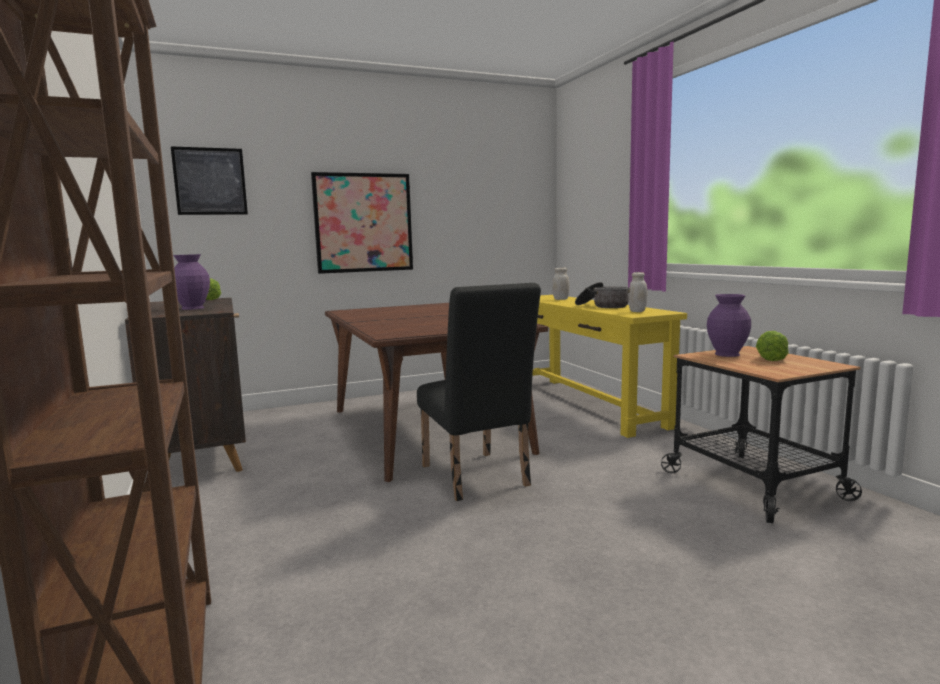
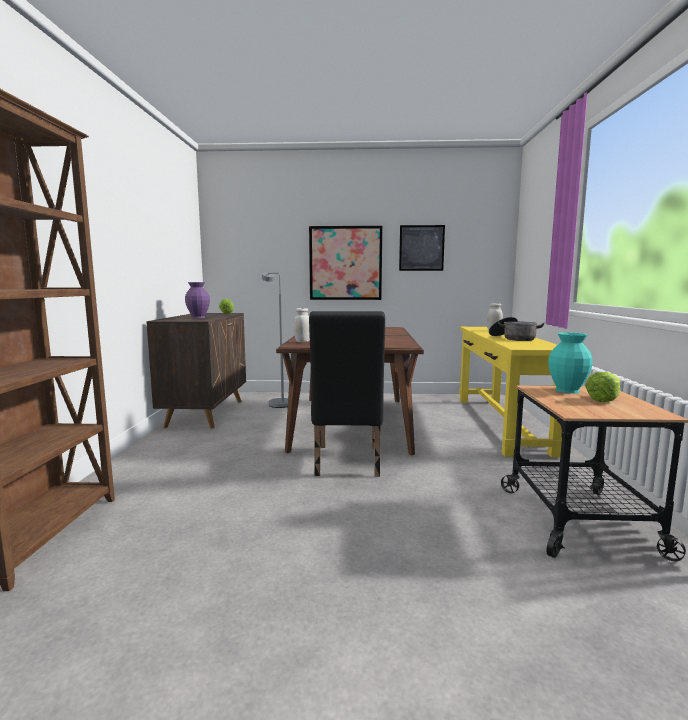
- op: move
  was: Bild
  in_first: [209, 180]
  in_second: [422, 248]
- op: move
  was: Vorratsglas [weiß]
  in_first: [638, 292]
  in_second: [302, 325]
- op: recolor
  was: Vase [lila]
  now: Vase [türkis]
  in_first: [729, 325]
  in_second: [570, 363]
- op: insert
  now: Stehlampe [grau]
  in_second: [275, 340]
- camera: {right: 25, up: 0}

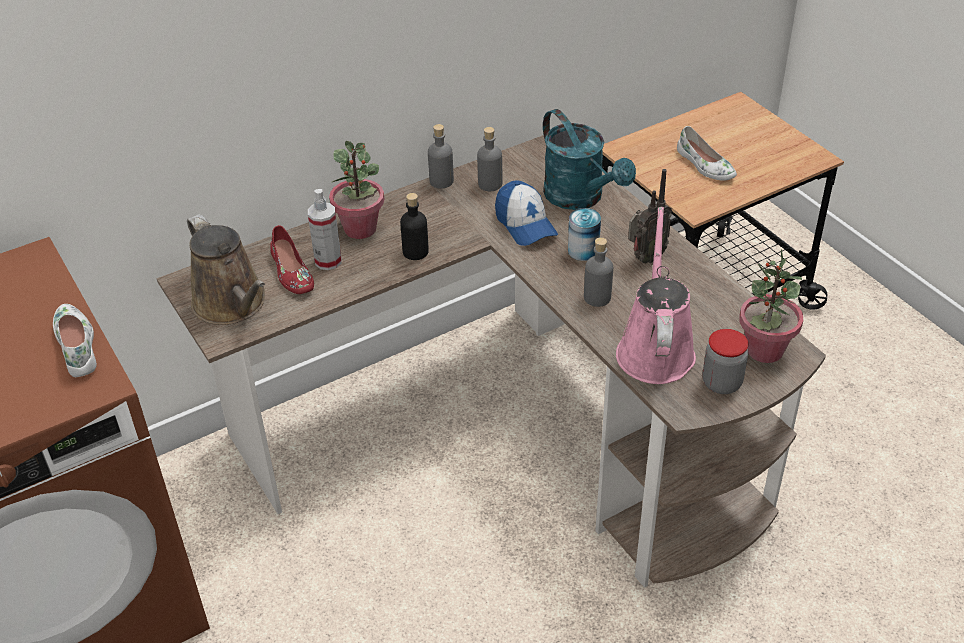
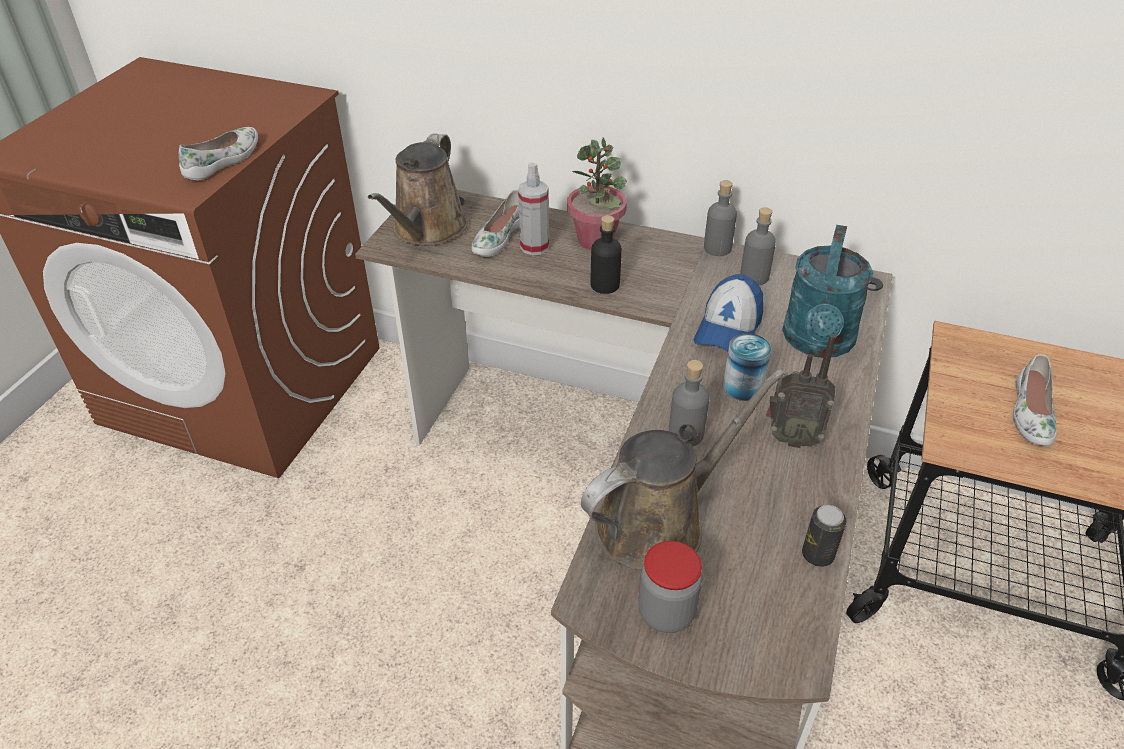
- op: recolor
  was: Schuh [rot]
  now: Schuh [weiß]
  in_first: [292, 259]
  in_second: [495, 223]
- op: recolor
  was: Gießkanne [rosa]
  now: Gießkanne [braun]
  in_first: [656, 295]
  in_second: [682, 470]
- op: delete
  was: Topfpflanze
  in_first: [771, 306]
- op: insert
  now: Dose
  in_second: [824, 536]
- camera: {right: 50, up: 0}

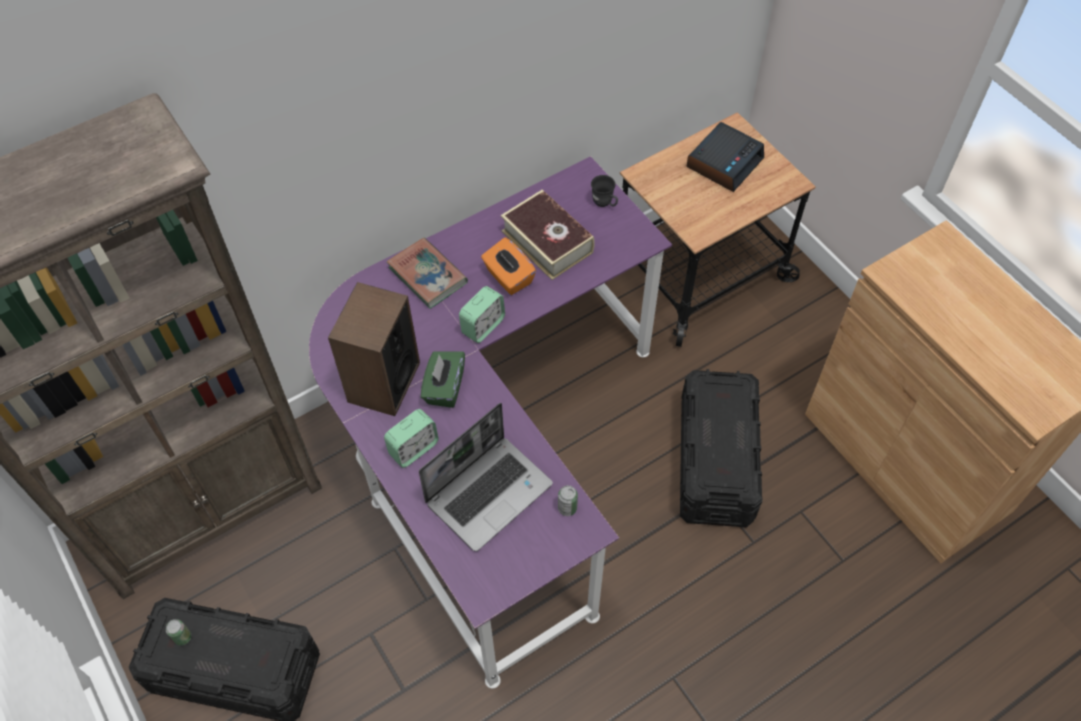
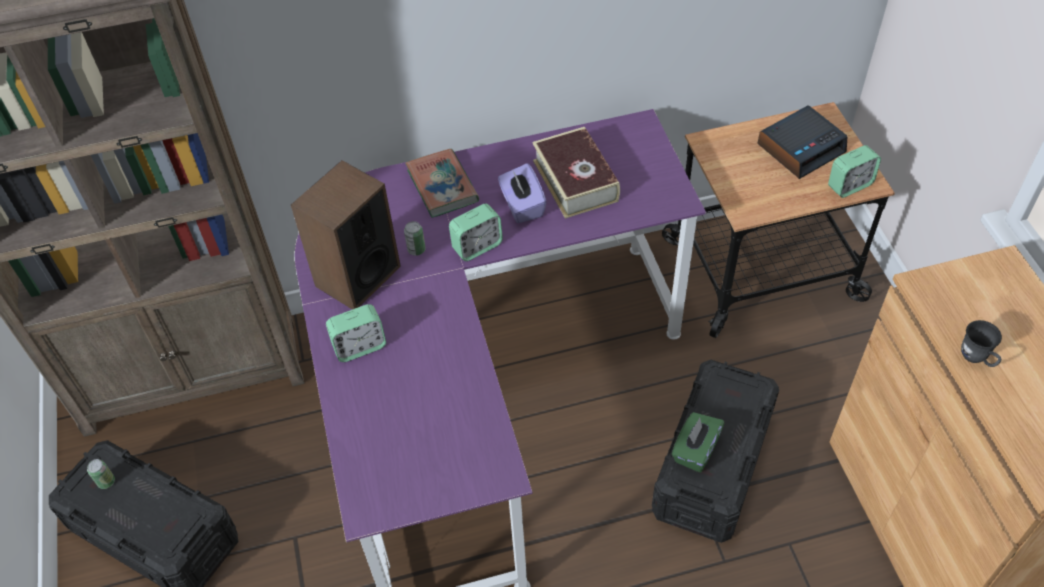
- op: delete
  was: Laptop
  in_first: [486, 477]
- op: move
  was: Taschentuchbox [grün]
  in_first: [443, 379]
  in_second: [698, 442]
- op: recolor
  was: Taschentuchbox [orange]
  now: Taschentuchbox [lila]
  in_first: [508, 266]
  in_second: [522, 193]
- op: move
  was: Dose
  in_first: [568, 500]
  in_second: [415, 238]
- op: move
  was: Henkelbecher [grau]
  in_first: [604, 191]
  in_second: [981, 343]
- op: insert
  now: Wecker
  in_second: [854, 171]
- camera: {right: 20, up: -5}

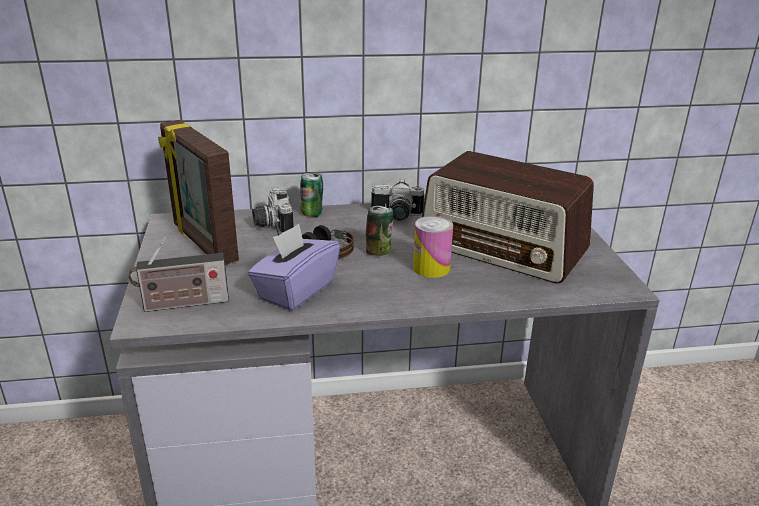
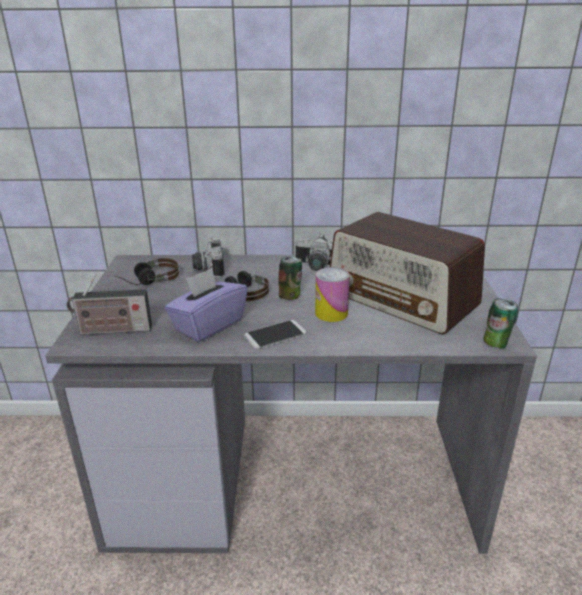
- op: replace
  was: Bilderrahmen
  now: Kopfhörer
  in_first: [198, 192]
  in_second: [146, 271]
- op: move
  was: Dose
  in_first: [311, 194]
  in_second: [500, 323]
- op: insert
  now: Handy
  in_second: [275, 334]
- camera: {right: 10, up: 0}

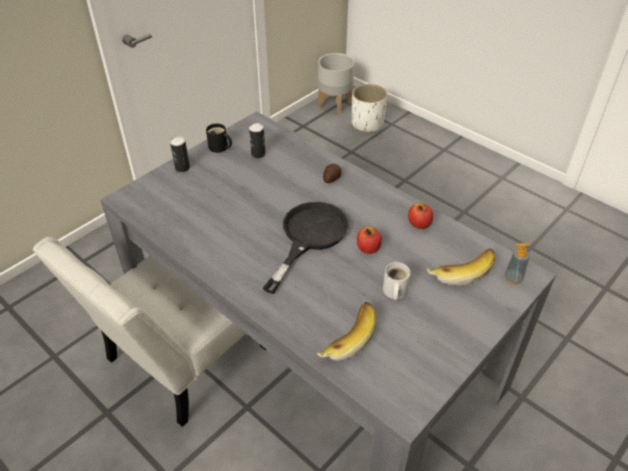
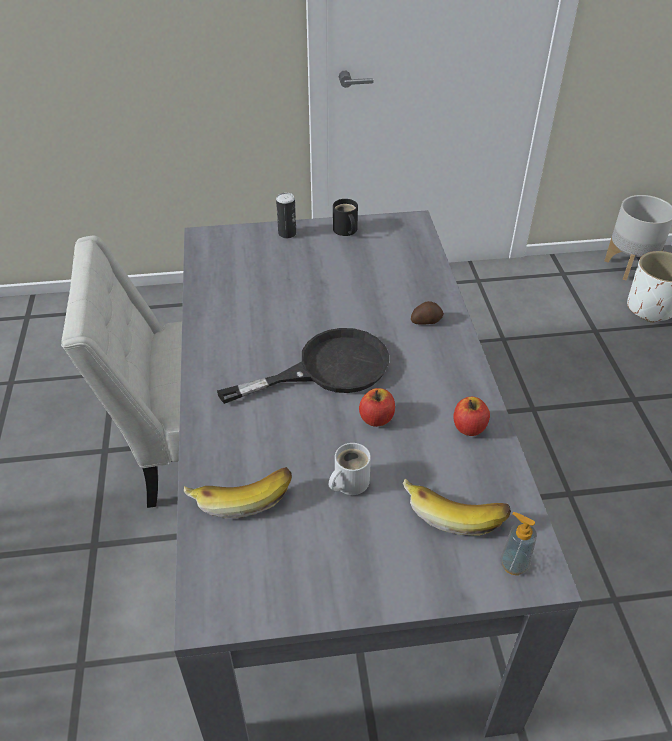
- op: delete
  was: Dose
  in_first: [257, 140]
- camera: {right: 40, up: 0}

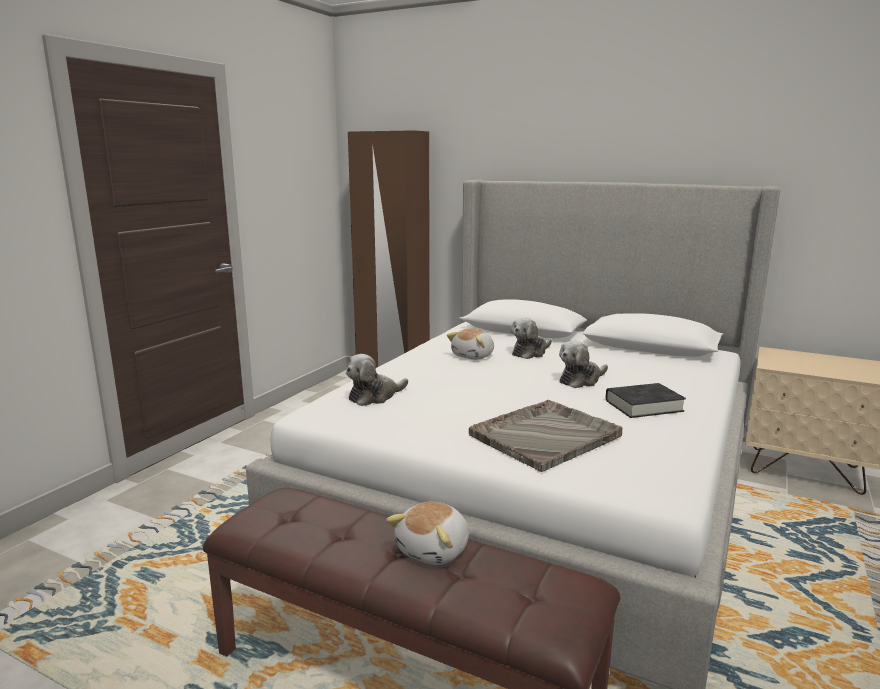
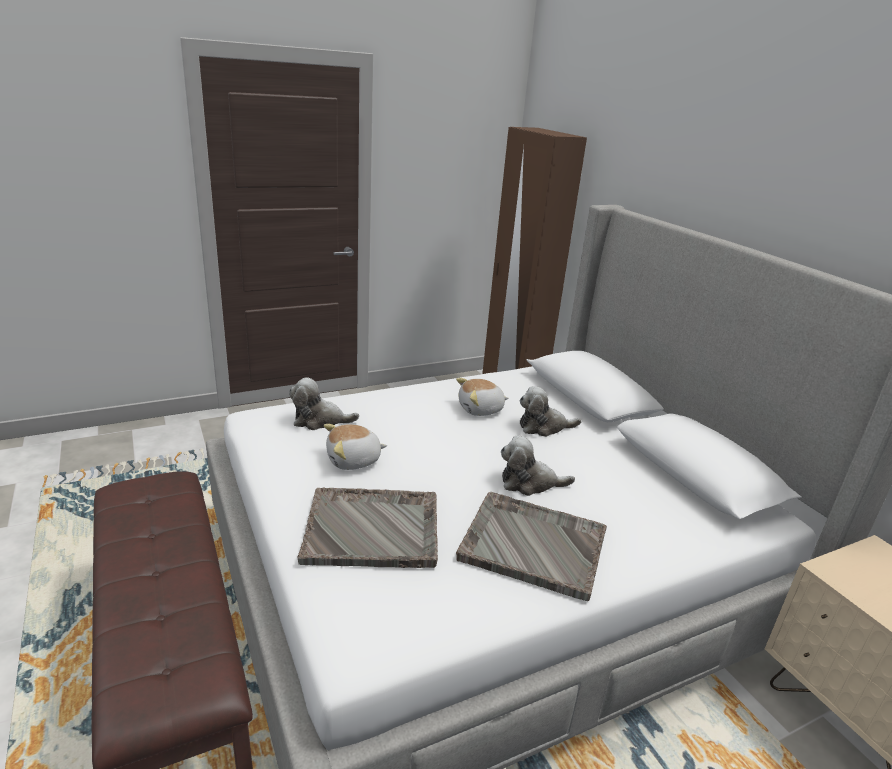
- op: move
  was: Plüschtier
  in_first: [427, 533]
  in_second: [355, 447]
- op: replace
  was: Buch [schwarz]
  now: Tablett [grau]
  in_first: [646, 400]
  in_second: [531, 546]
- camera: {right: 35, up: 10}

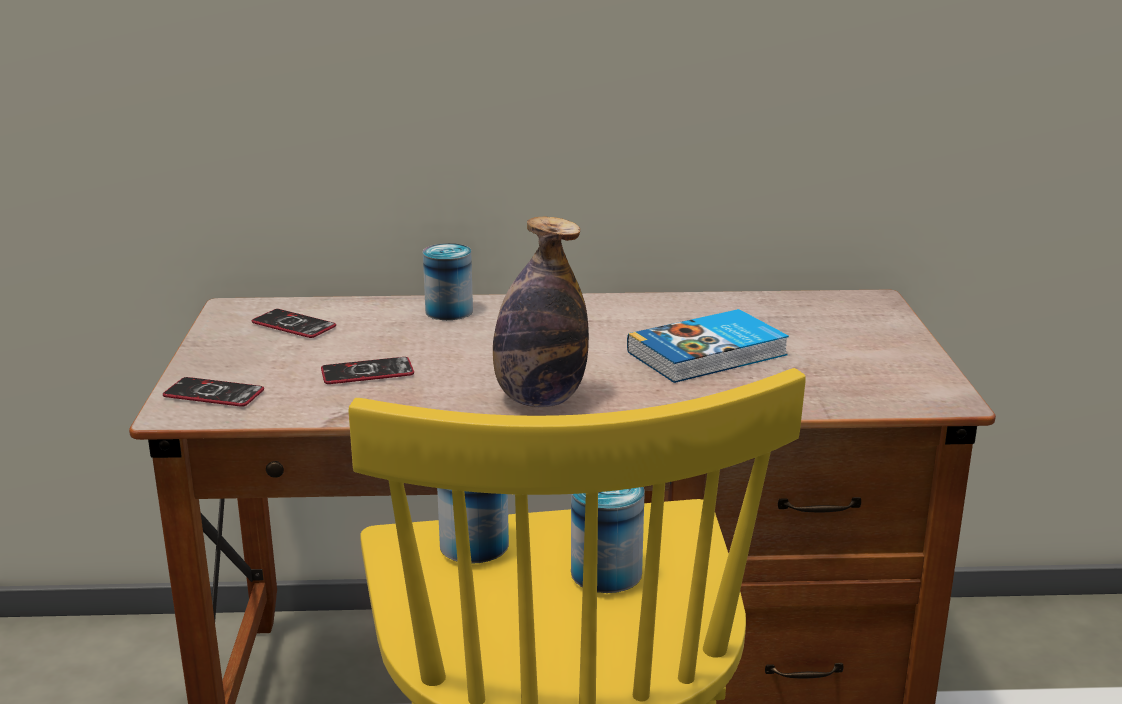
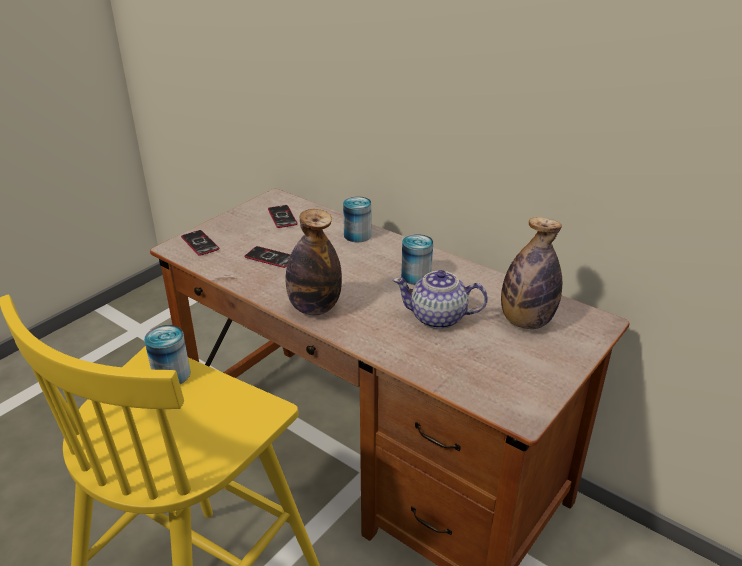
- op: move
  was: Dose
  in_first: [608, 540]
  in_second: [417, 259]
- op: replace
  was: Buch
  now: Teekanne
  in_first: [708, 346]
  in_second: [440, 299]
- op: insert
  now: Flasche
  in_second: [531, 273]
- camera: {right: 40, up: 10}

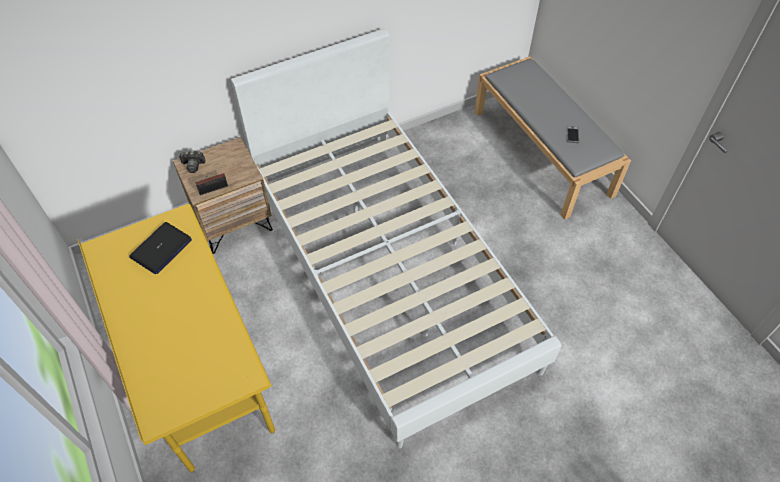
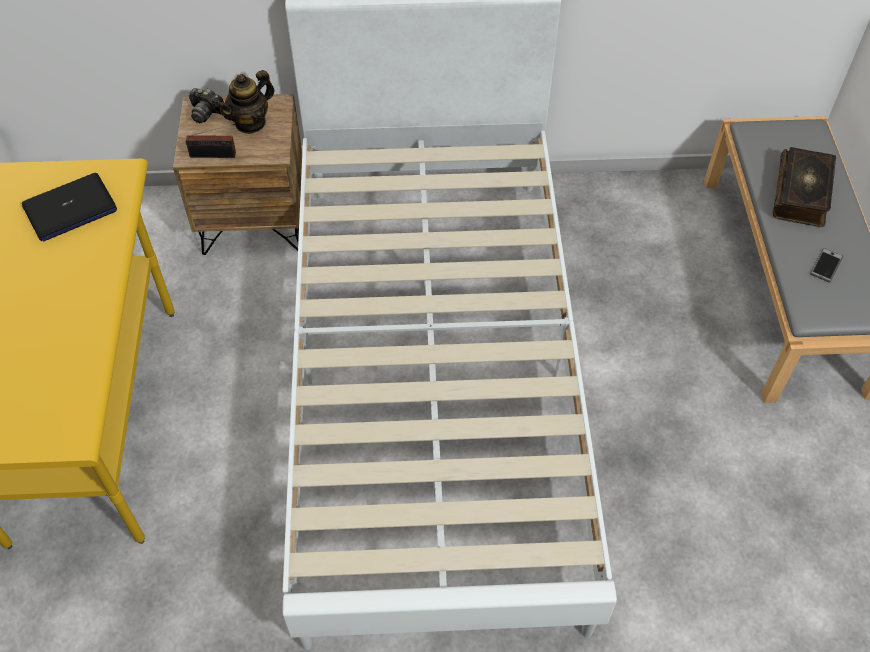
- op: insert
  now: Teekanne
  in_second: [245, 102]
- op: insert
  now: Buch
  in_second: [804, 187]
- camera: {right: 25, up: 0}

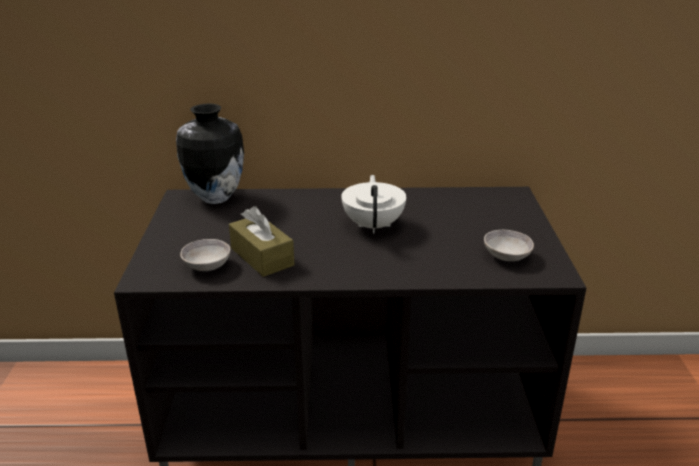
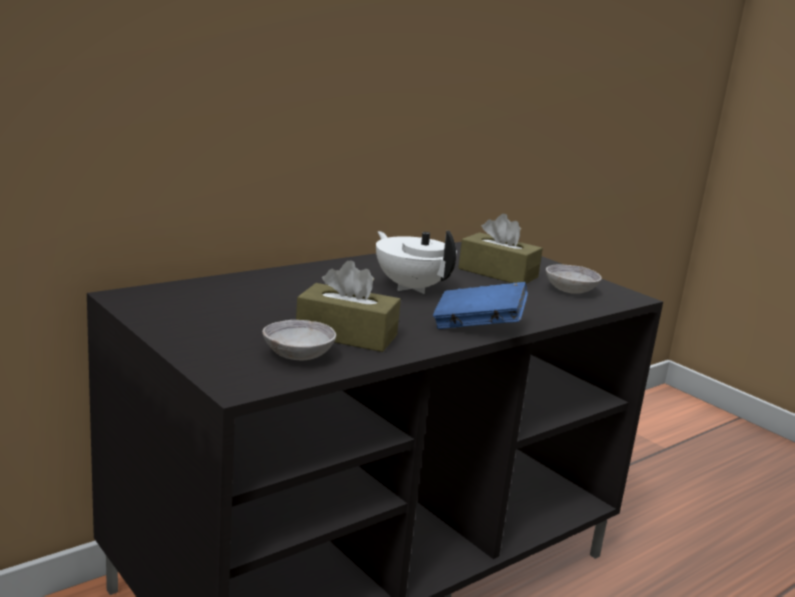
- op: delete
  was: Vase
  in_first: [210, 154]
- op: insert
  now: Buch [blau]
  in_second: [480, 305]
- op: insert
  now: Taschentuchbox [braun]
  in_second: [500, 249]
- camera: {right: -40, up: -10}

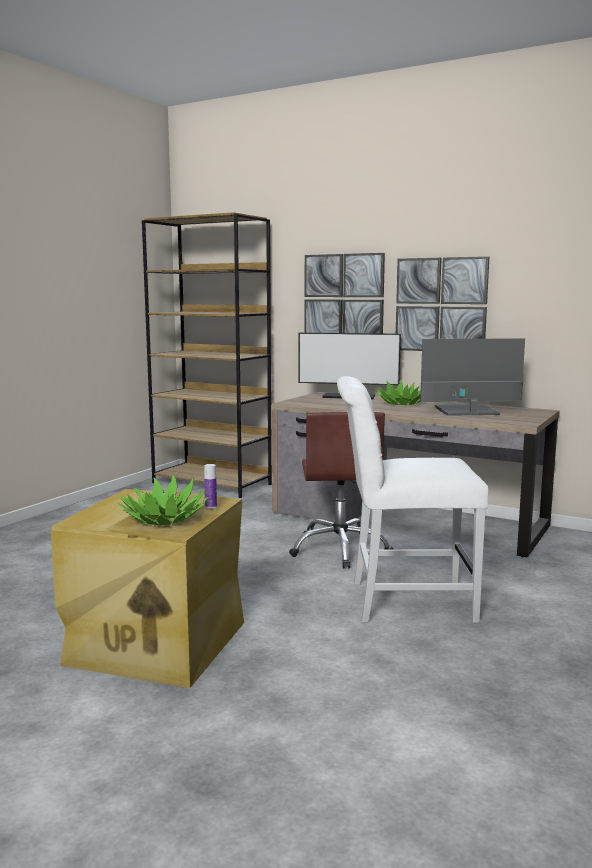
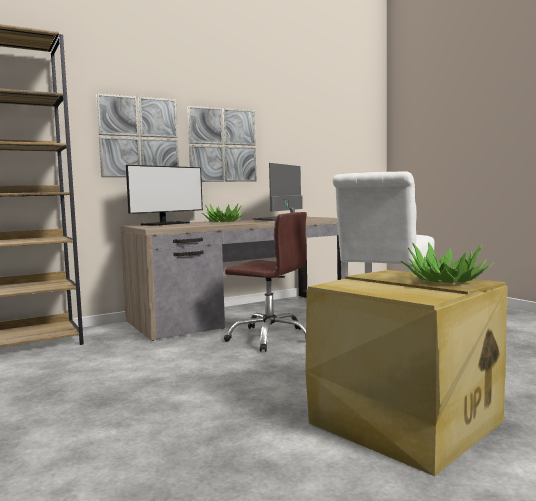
- op: delete
  was: Flasche
  in_first: [210, 486]
- camera: {right: -60, up: -5}

